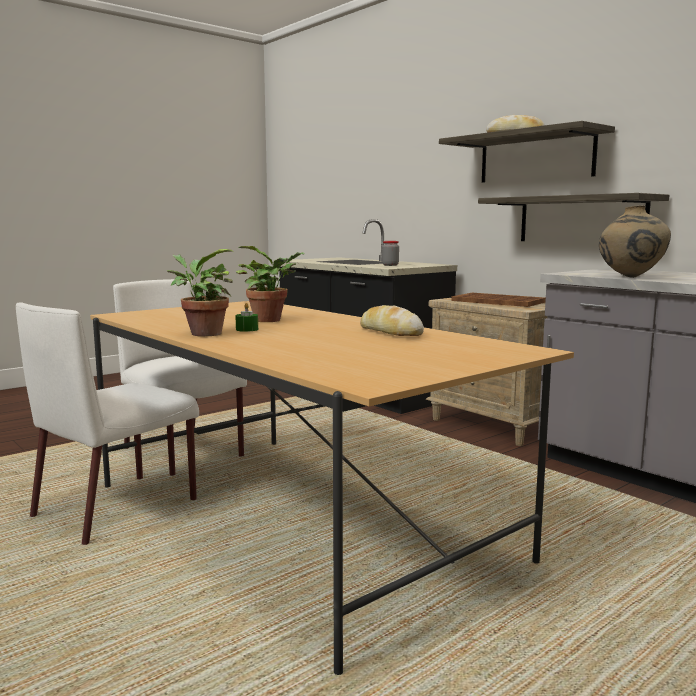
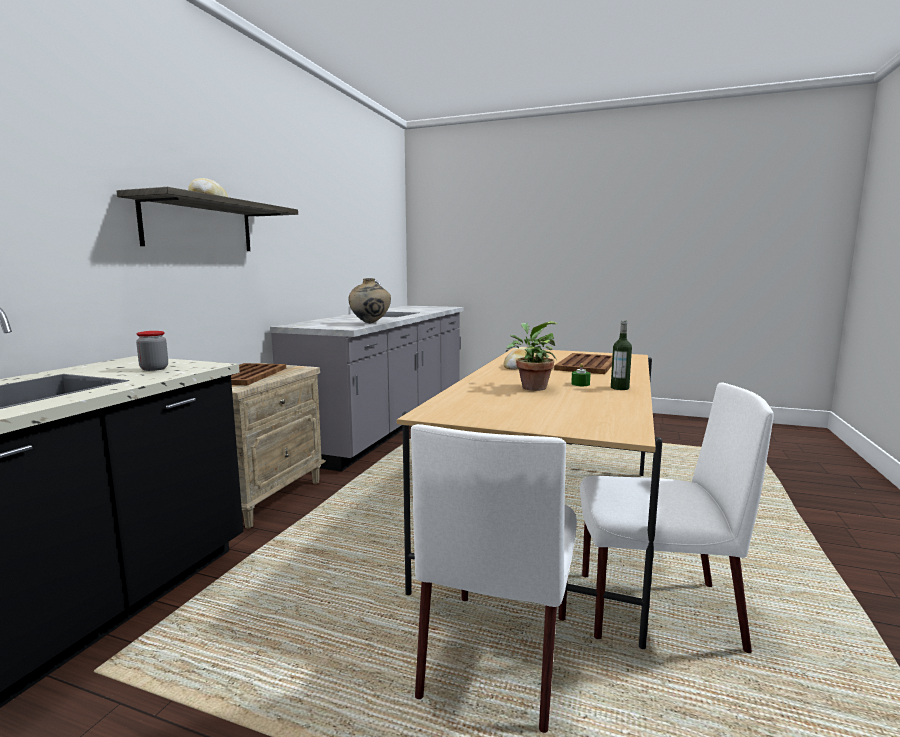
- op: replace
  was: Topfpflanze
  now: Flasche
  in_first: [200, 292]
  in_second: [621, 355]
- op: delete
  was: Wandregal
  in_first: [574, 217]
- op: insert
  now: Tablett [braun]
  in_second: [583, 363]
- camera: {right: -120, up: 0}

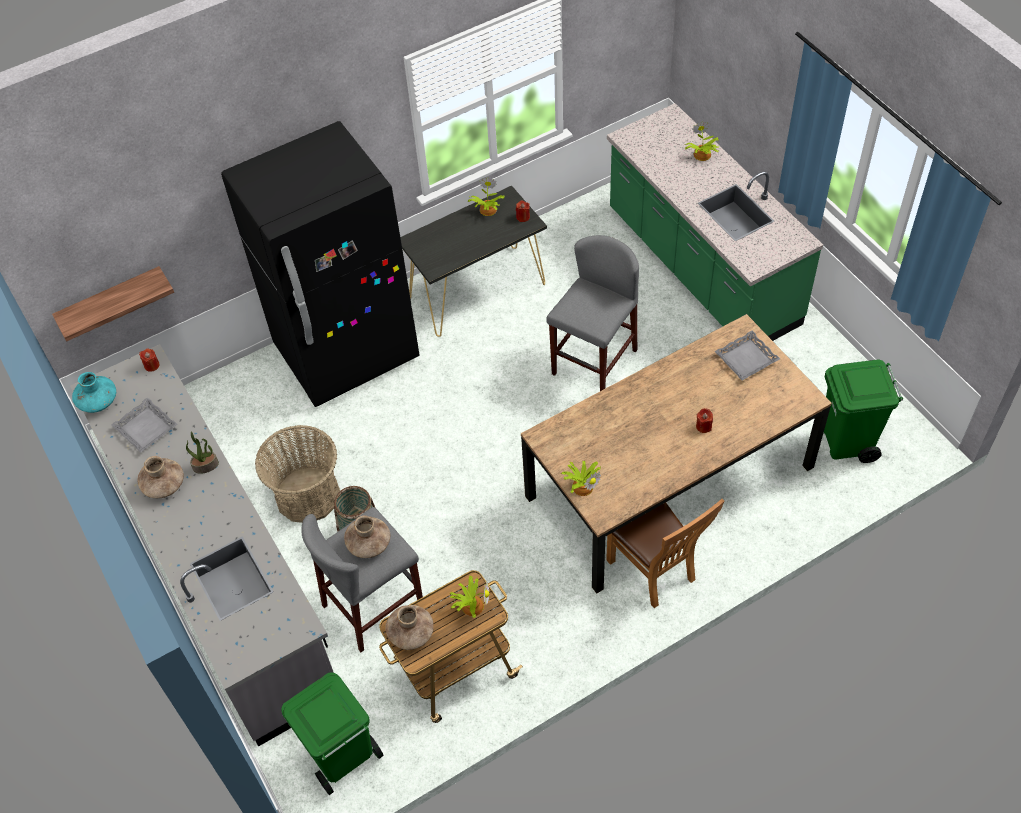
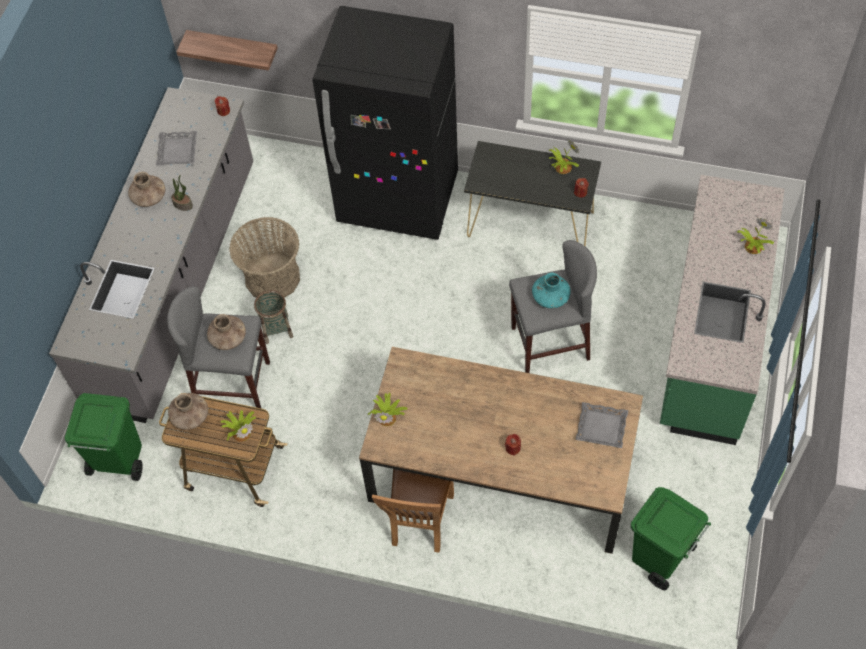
- op: move
  was: Vase [türkis]
  in_first: [94, 392]
  in_second: [551, 290]
- camera: {right: 45, up: 5}

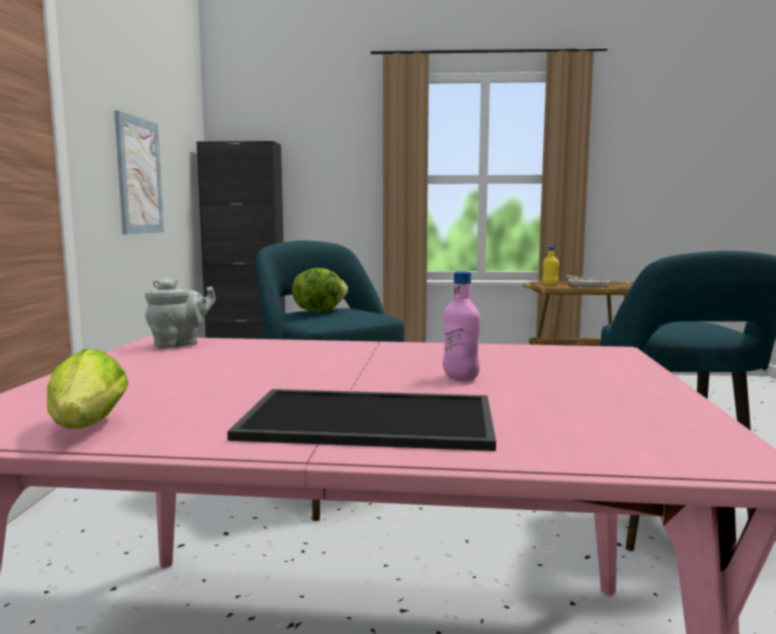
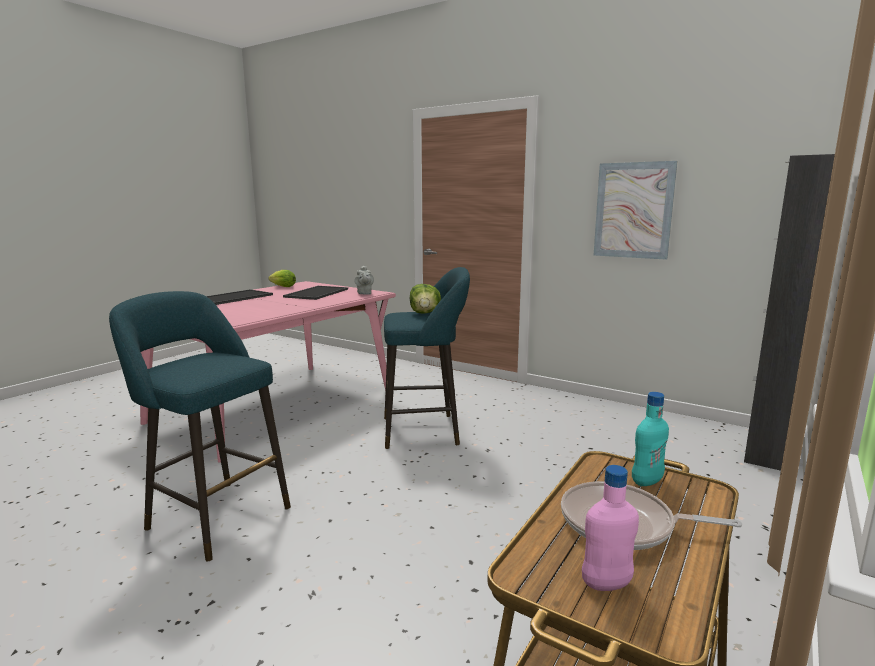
- op: move
  was: Flasche [rosa]
  in_first: [462, 326]
  in_second: [610, 528]
- op: recolor
  was: Flasche [gelb]
  now: Flasche [türkis]
  in_first: [550, 266]
  in_second: [650, 439]
- op: insert
  now: Tablett
  in_second: [315, 293]
- camera: {right: 120, up: 5}

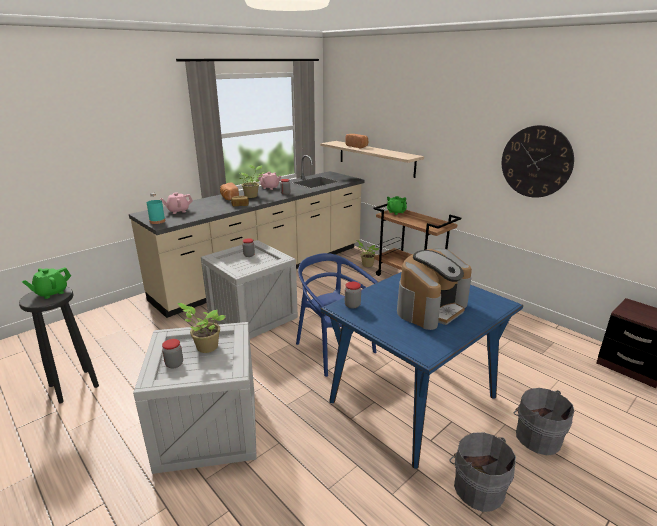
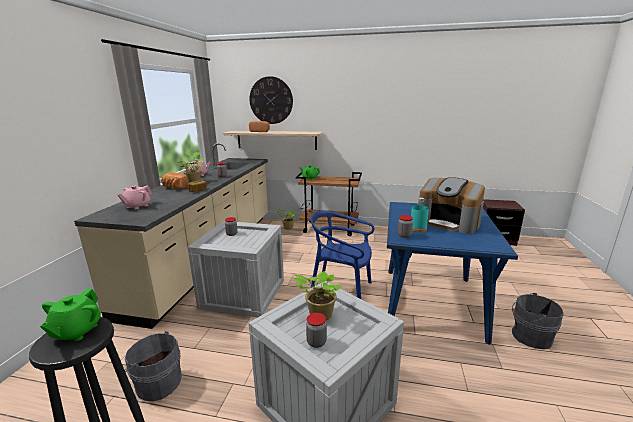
- op: move
  was: Flasche [türkis]
  in_first: [156, 208]
  in_second: [420, 215]
- op: rotate
  was: Kaffeemaschine
  in_first: [434, 289]
  in_second: [451, 205]
  clockwise: 120
- op: move
  was: Wanduhr
  in_first: [538, 161]
  in_second: [271, 100]
- op: move
  was: Eimer [grau]
  in_first: [544, 421]
  in_second: [153, 366]
- camera: {right: -35, up: -5}

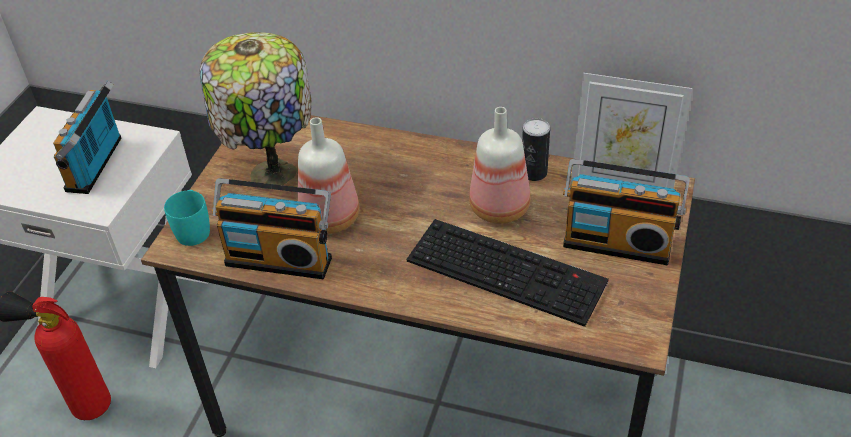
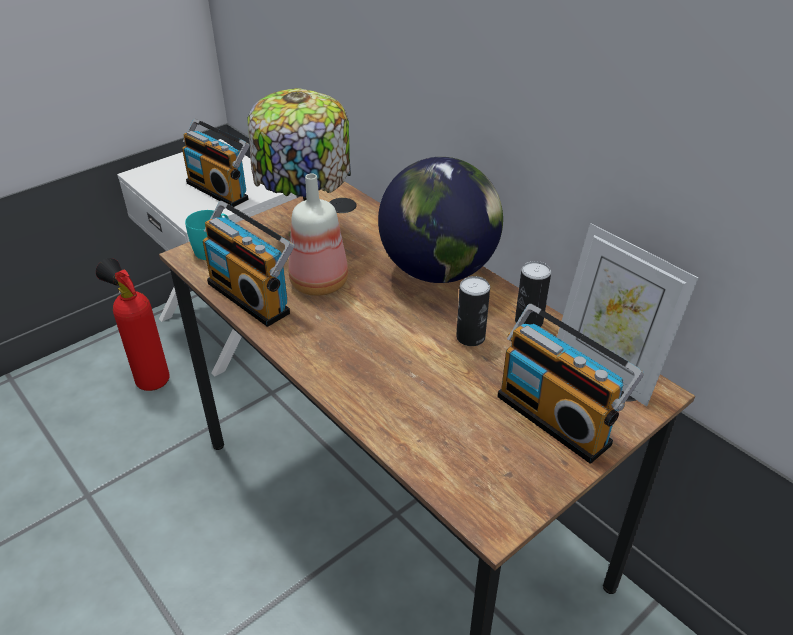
- op: rotate
  was: Radio
  in_first: [87, 137]
  in_second: [216, 163]
  clockwise: -90
- op: delete
  was: Tastatur
  in_first: [508, 273]
- op: replace
  was: Flasche
  now: Dose
  in_first: [499, 165]
  in_second: [473, 311]
- op: insert
  now: Globus
  in_second: [440, 220]
- camera: {right: 30, up: -5}

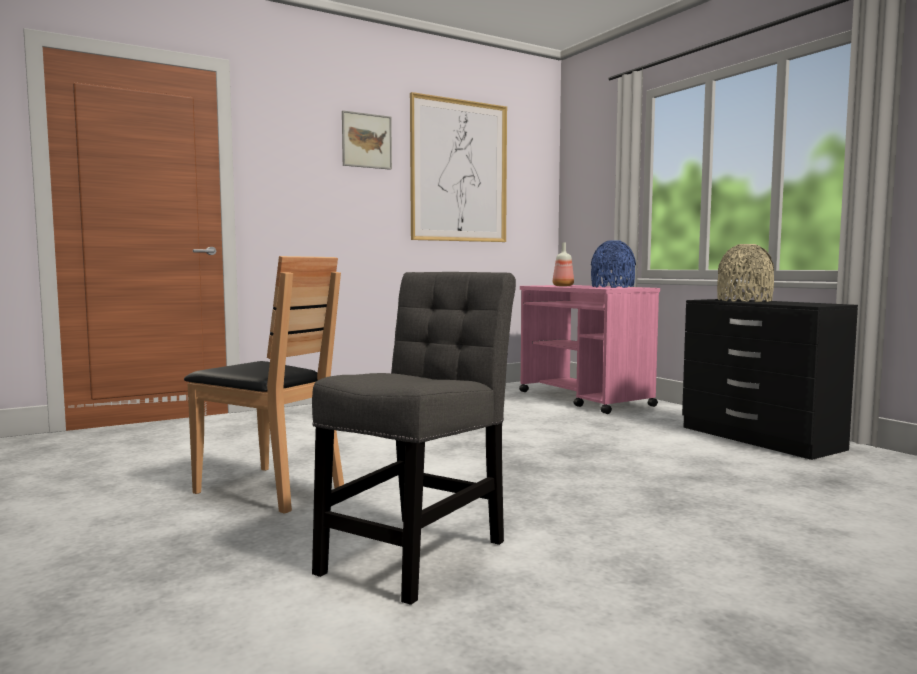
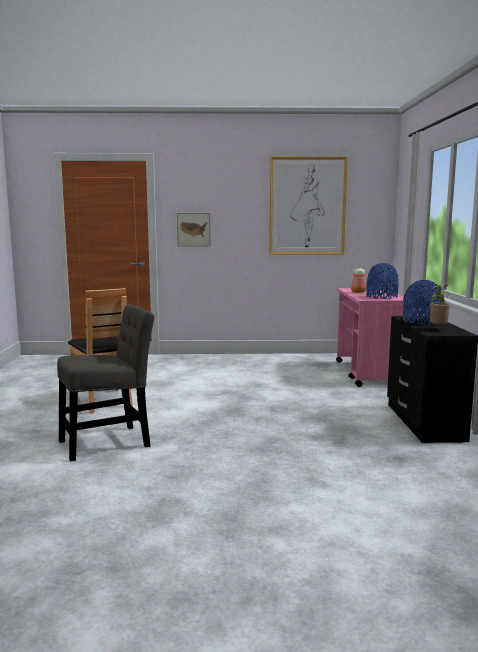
- op: move
  was: Bild
  in_first: [367, 140]
  in_second: [194, 230]
- op: recolor
  was: Vase [beige]
  now: Vase [blau]
  in_first: [745, 273]
  in_second: [423, 302]
- op: insert
  now: Topfpflanze
  in_second: [440, 305]
- camera: {right: 30, up: 5}

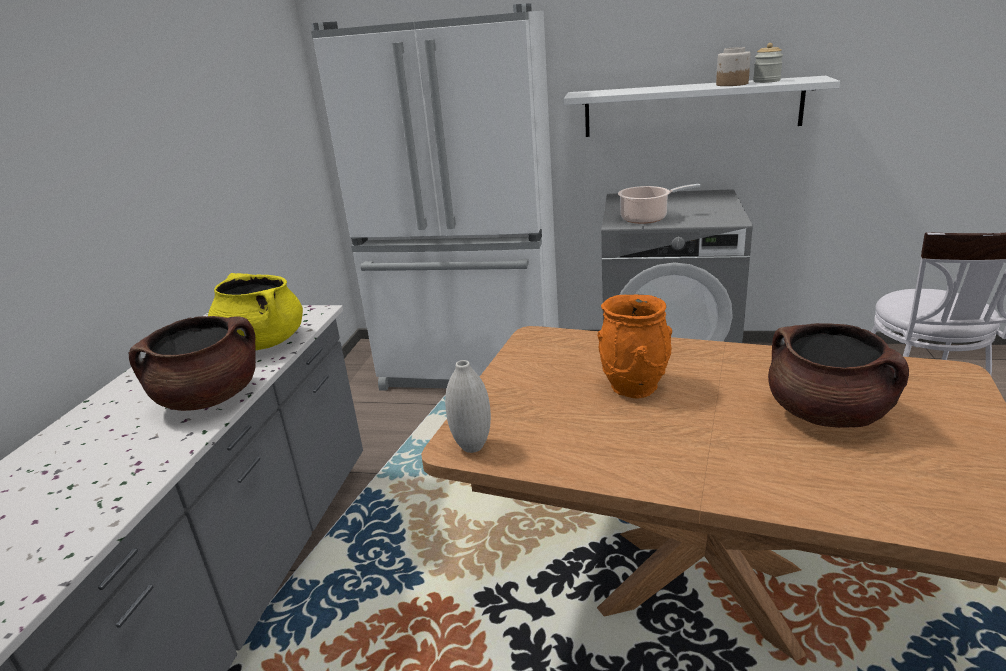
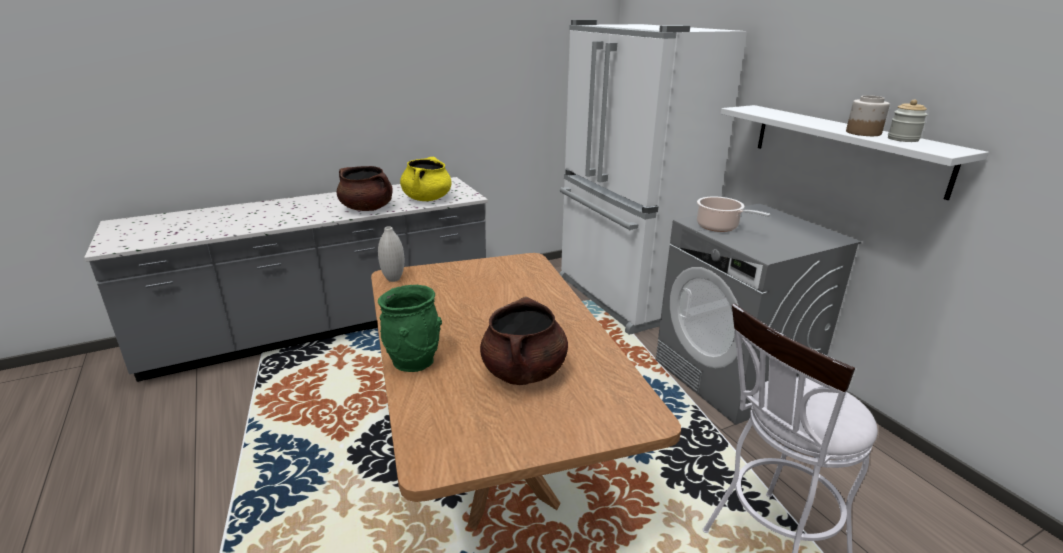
- op: delete
  was: Vase [orange]
  in_first: [634, 346]
- op: insert
  now: Vase [grün]
  in_second: [410, 328]
- camera: {right: 50, up: 0}

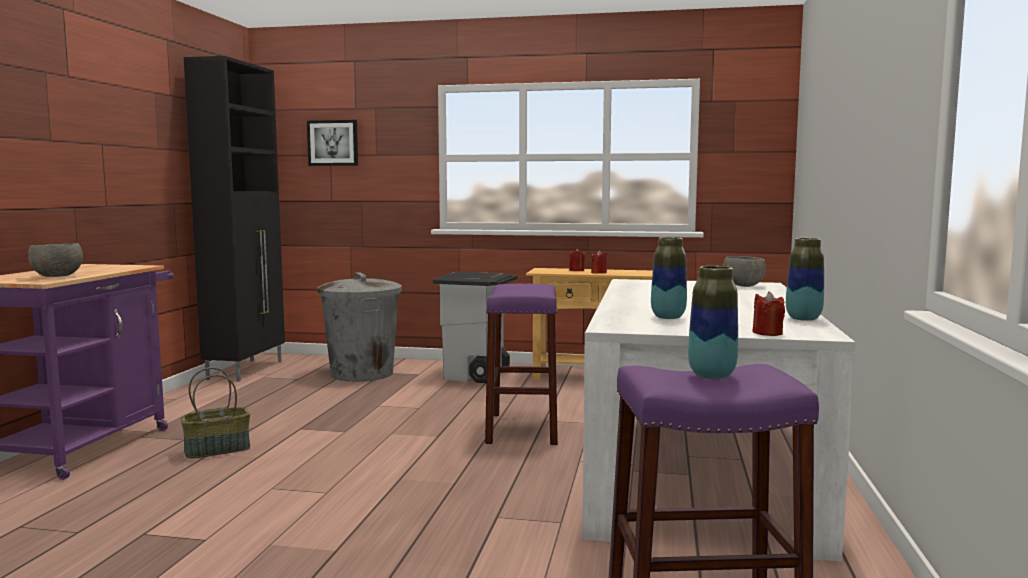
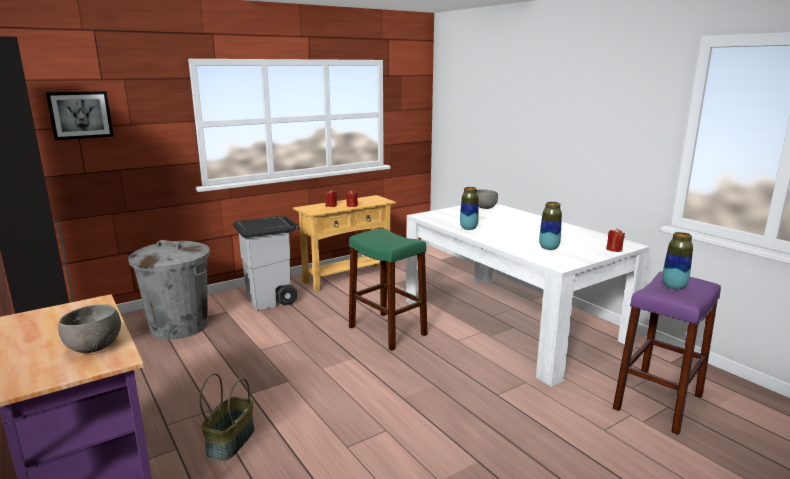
- op: recolor
  was: Hocker [lila]
  now: Hocker [grün]
  in_first: [521, 364]
  in_second: [388, 289]
- op: move
  was: Vase
  in_first: [805, 279]
  in_second: [469, 208]
- camera: {right: -45, up: 10}

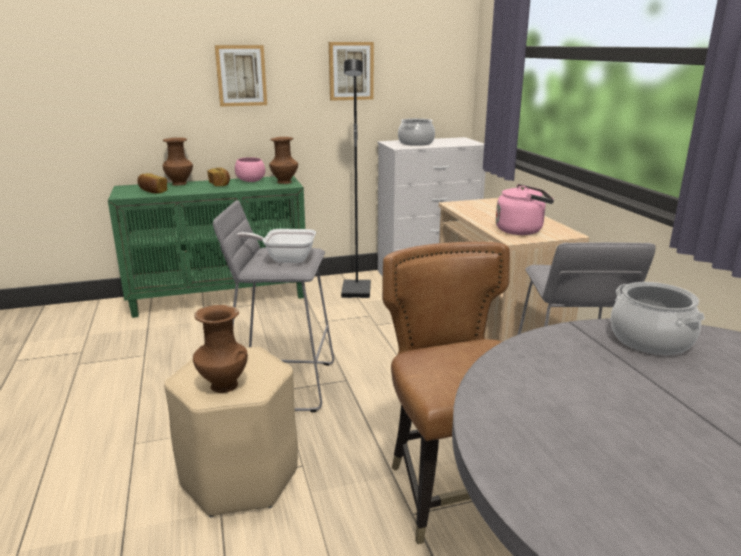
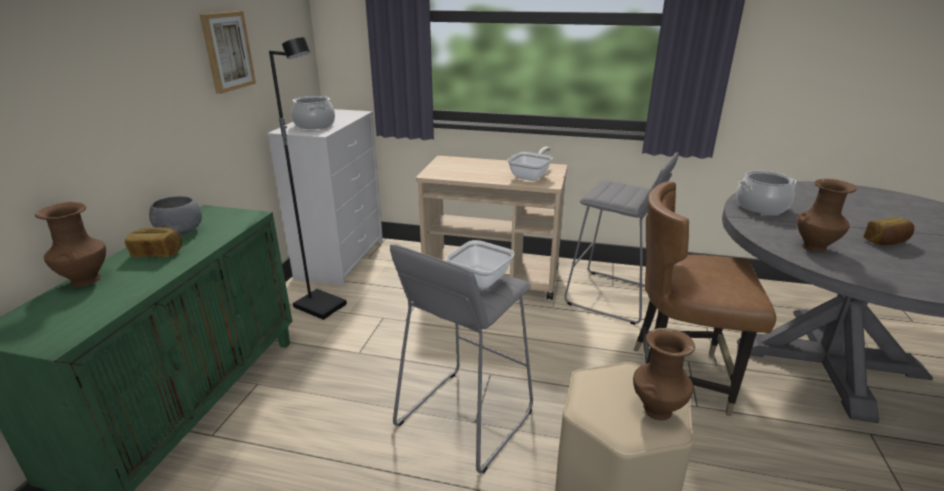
- op: move
  was: Brot
  in_first: [152, 183]
  in_second: [889, 231]
- op: delete
  was: Bild
  in_first: [241, 76]
- op: recolor
  was: Schüssel [rosa]
  now: Schüssel [grau]
  in_first: [250, 169]
  in_second: [175, 215]
- op: move
  was: Vase [braun]
  in_first: [283, 160]
  in_second: [827, 215]
- op: replace
  was: Wasserkessel [rosa]
  now: Pfanne
  in_first: [525, 209]
  in_second: [530, 164]
- camera: {right: -60, up: 5}

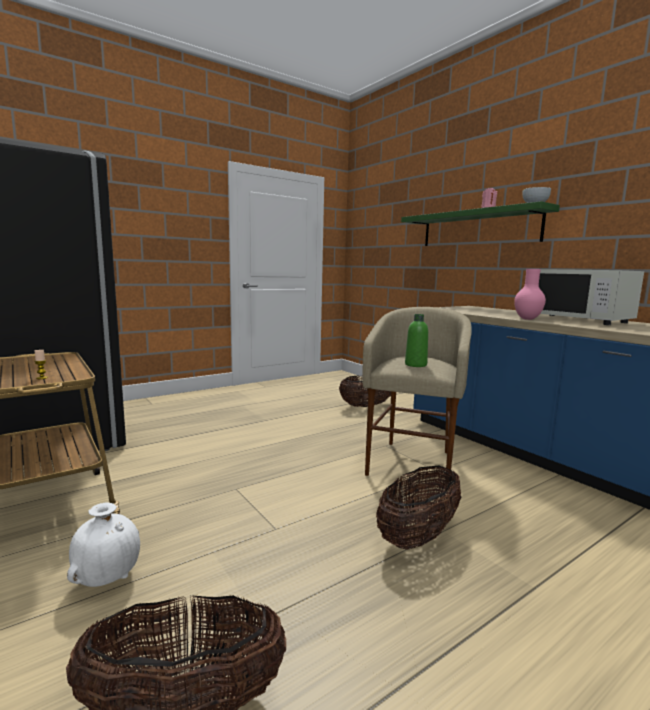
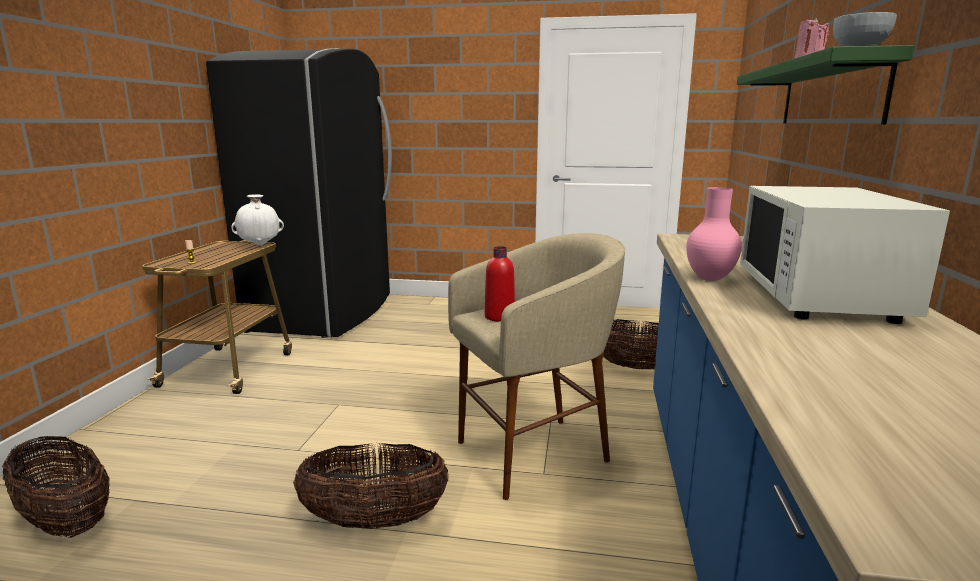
- op: move
  was: Vase [weiß]
  in_first: [103, 545]
  in_second: [257, 220]
- op: recolor
  was: Flasche [grün]
  now: Flasche [rot]
  in_first: [416, 340]
  in_second: [500, 284]
- camera: {right: 45, up: 5}

